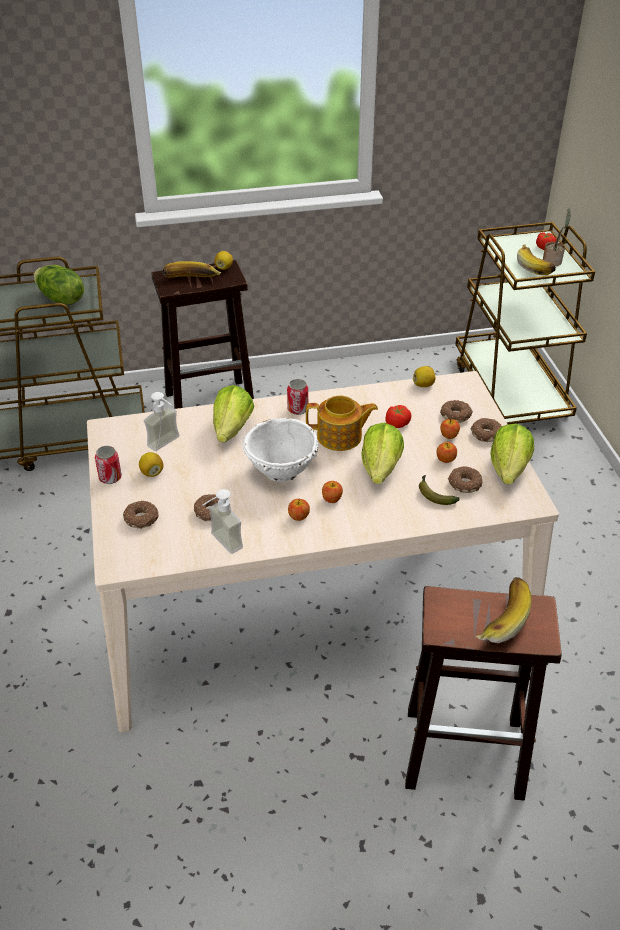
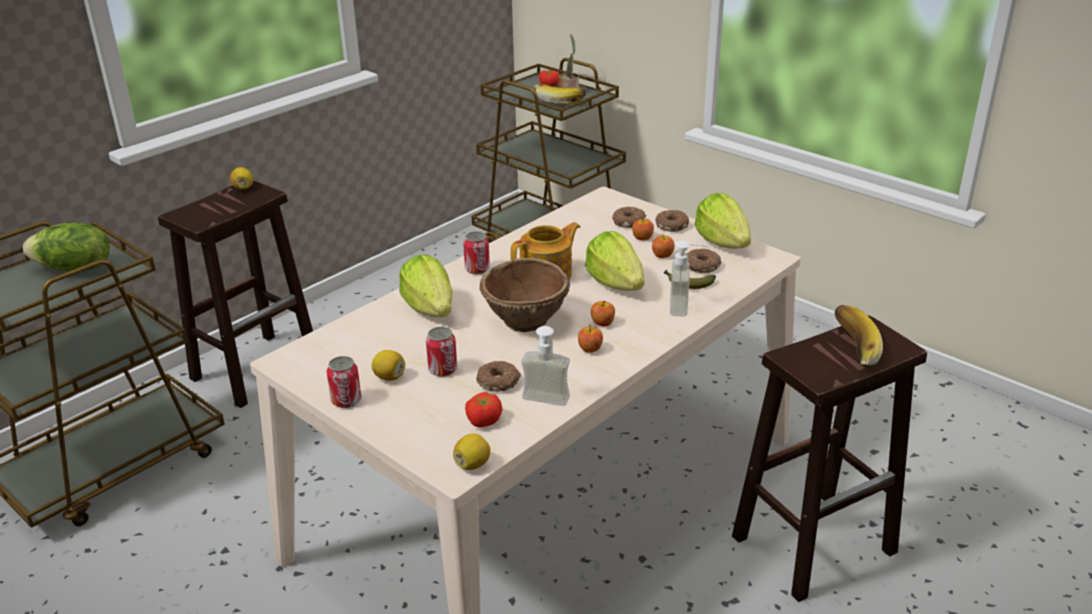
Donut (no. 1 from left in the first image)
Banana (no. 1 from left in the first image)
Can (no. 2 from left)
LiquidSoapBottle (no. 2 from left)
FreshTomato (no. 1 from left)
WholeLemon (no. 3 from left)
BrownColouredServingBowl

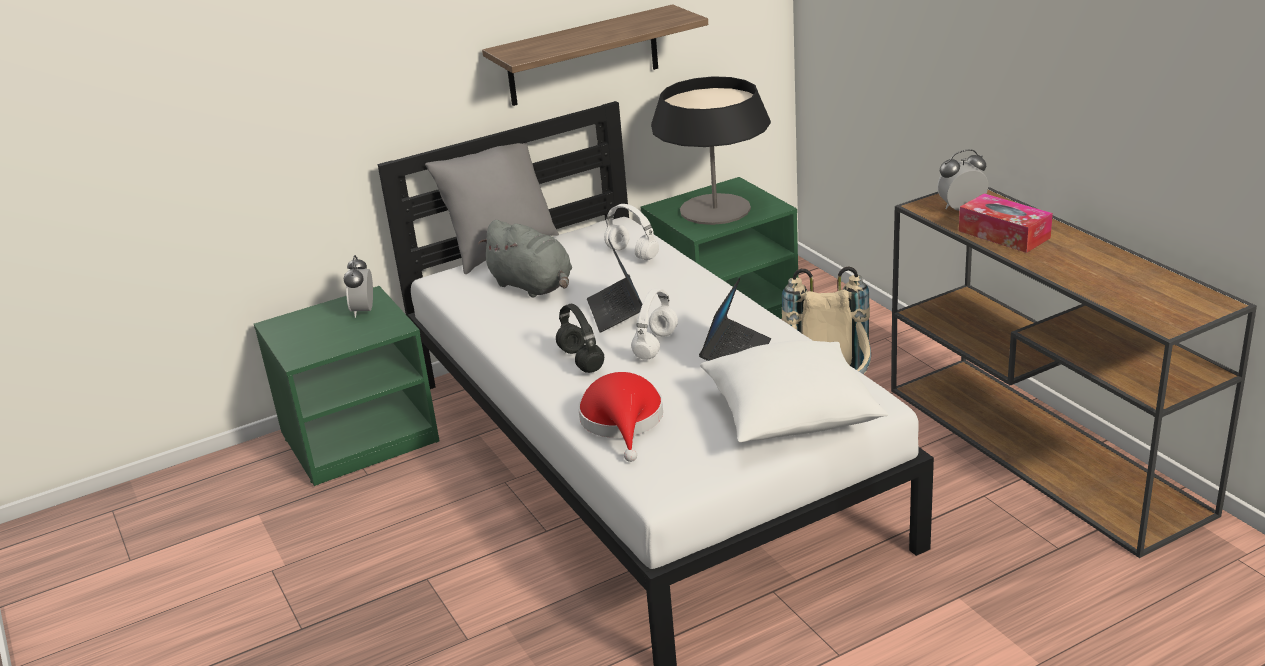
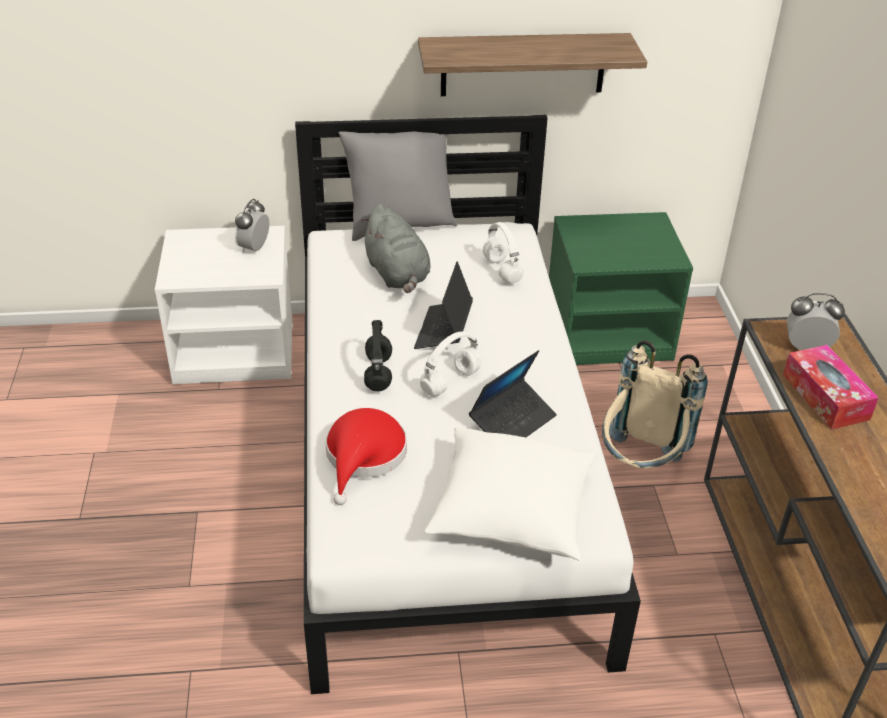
TabletopLamp
WhitishBedsideTable

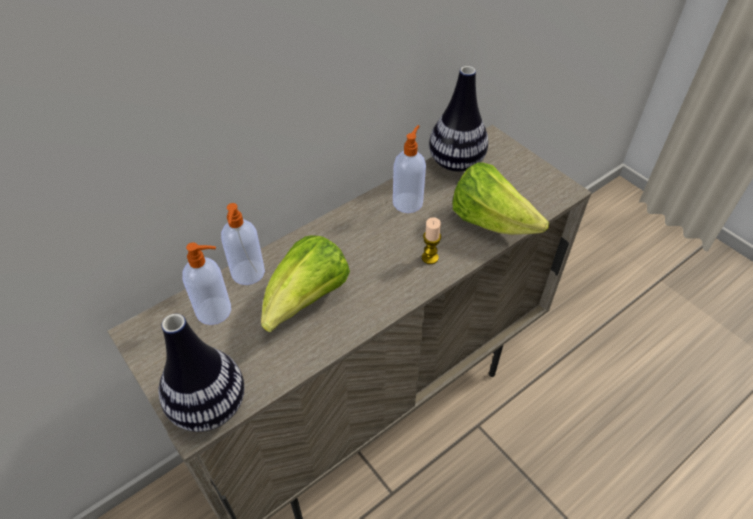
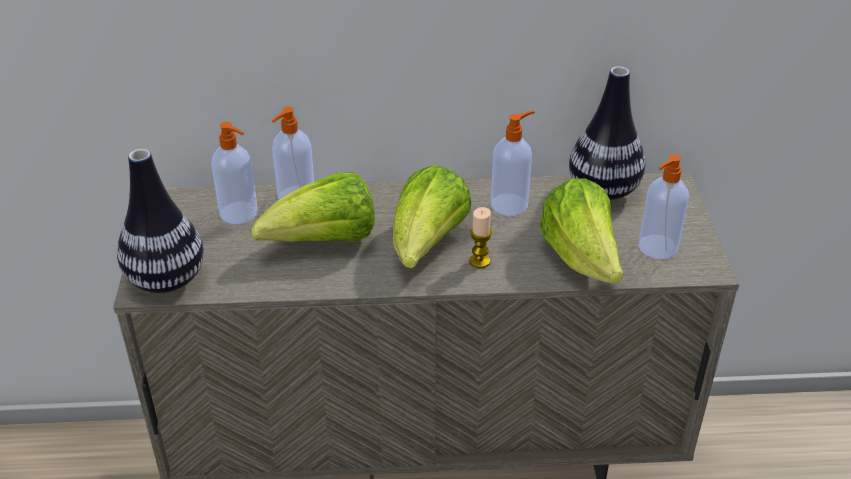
Lettuce (no. 2 from left)
LiquidSoapBottle (no. 4 from left)

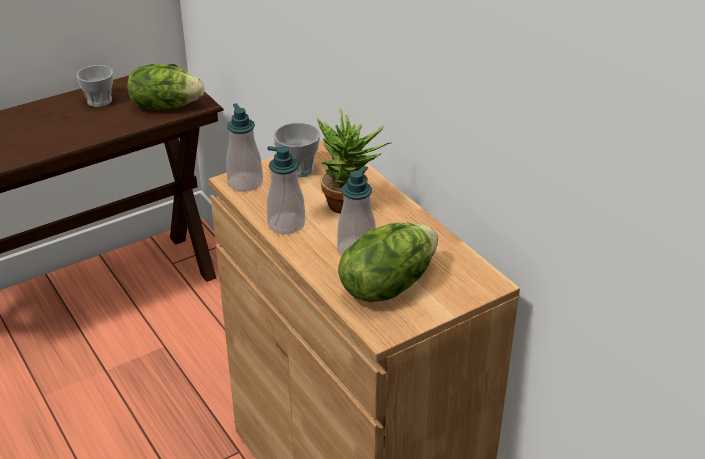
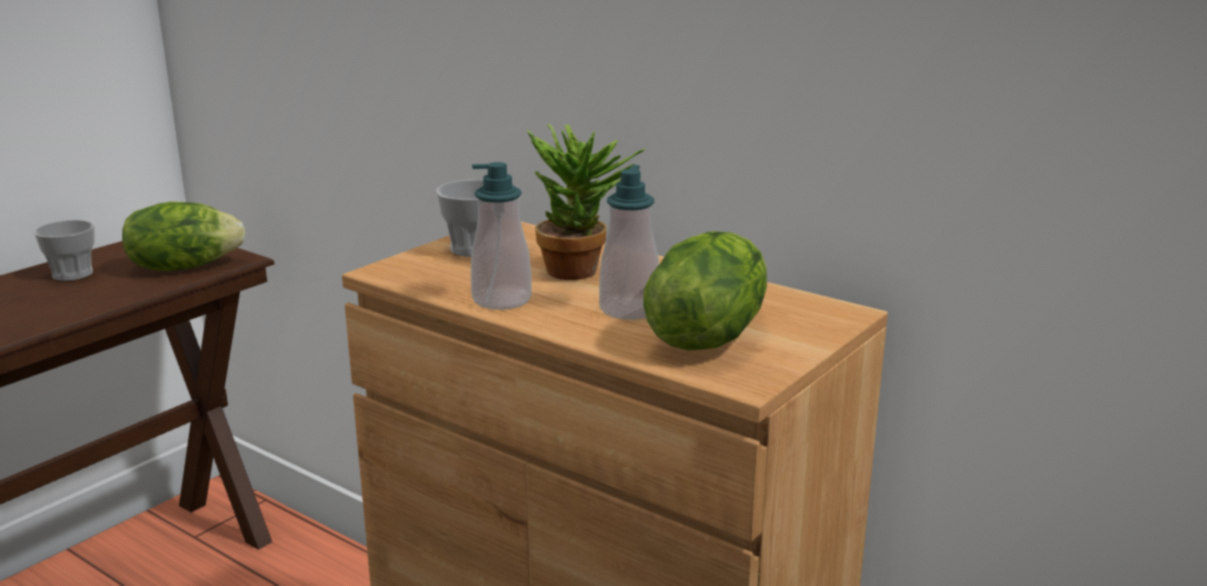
LiquidSoapBottle (no. 1 from left in the first image)

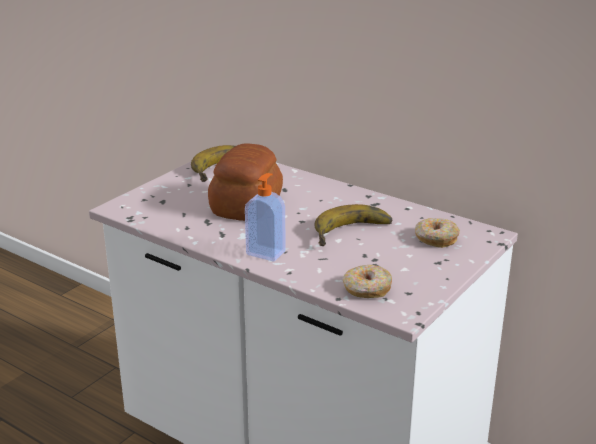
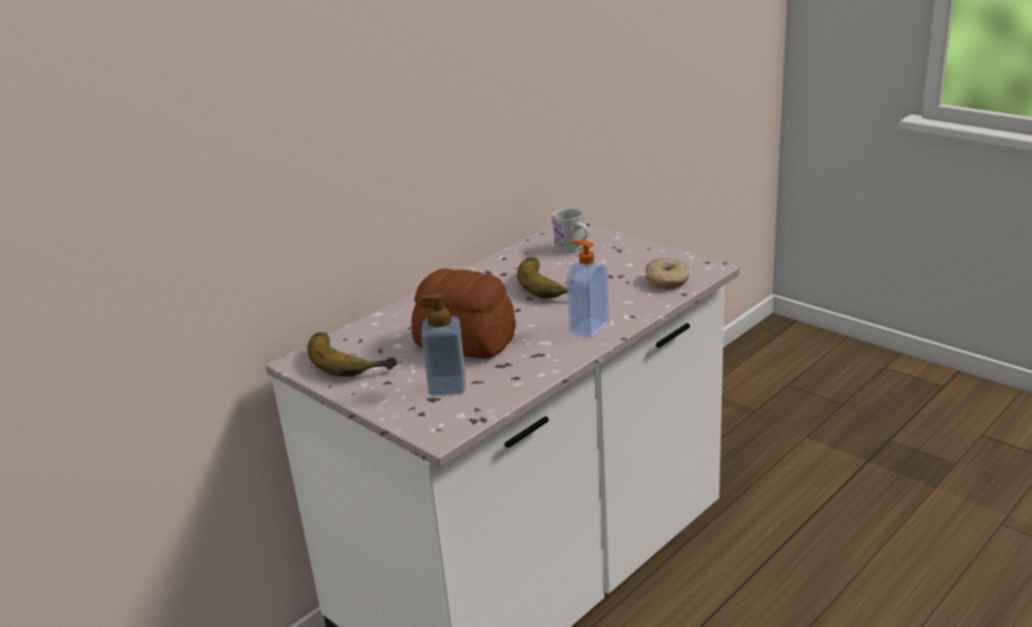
LiquidSoapBottle (no. 1 from left)
WhitishMug

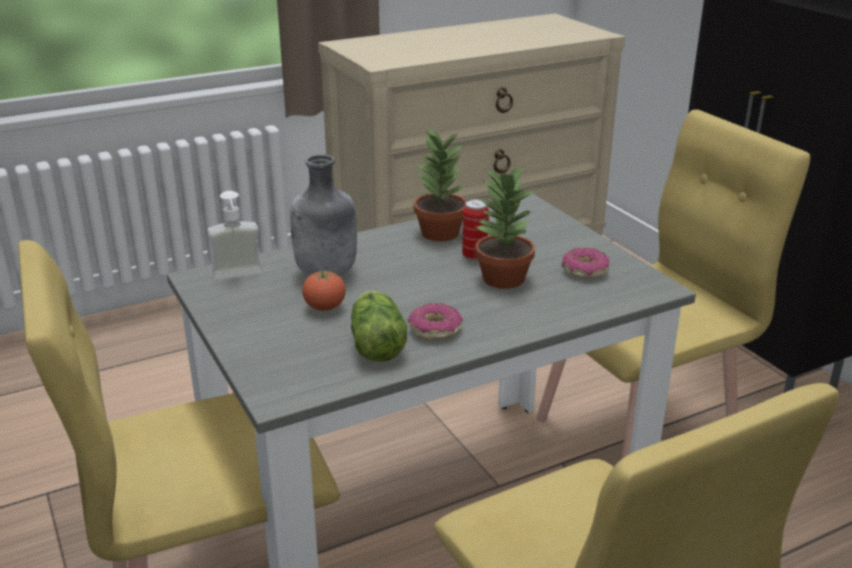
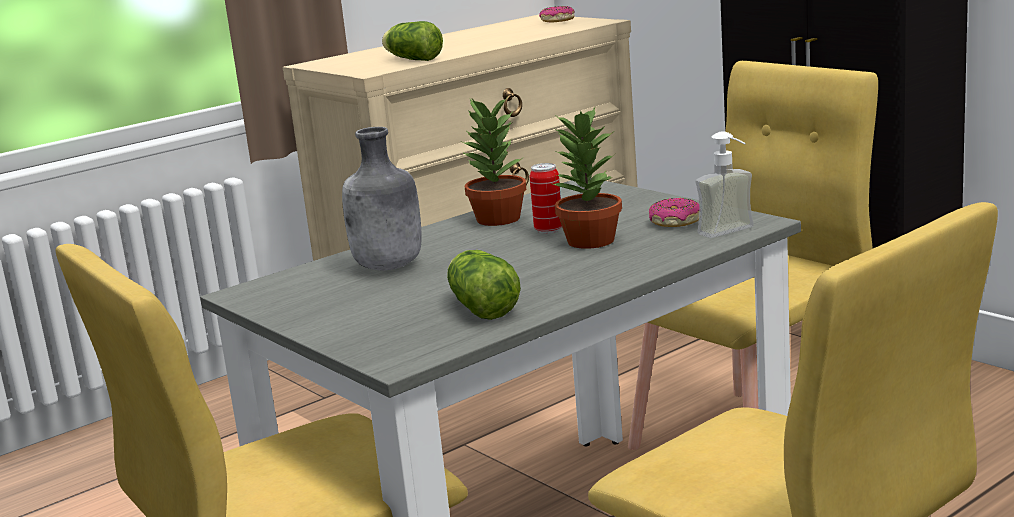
FreshTomato
Lettuce (no. 1 from left)
LiquidSoapBottle
Donut (no. 1 from left)

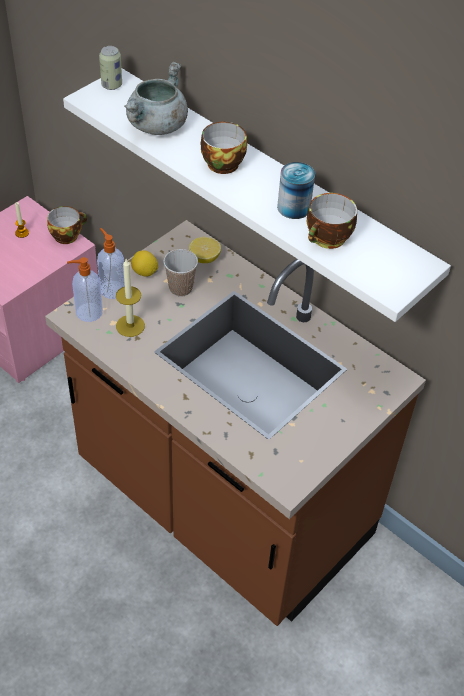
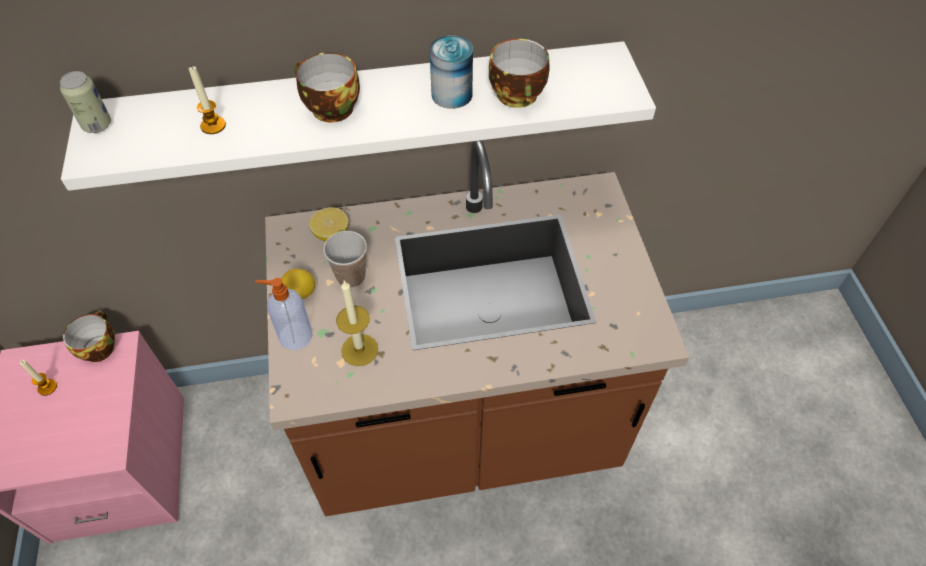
LiquidSoapBottle (no. 1 from left in the first image)
WaxLight (no. 2 from left)

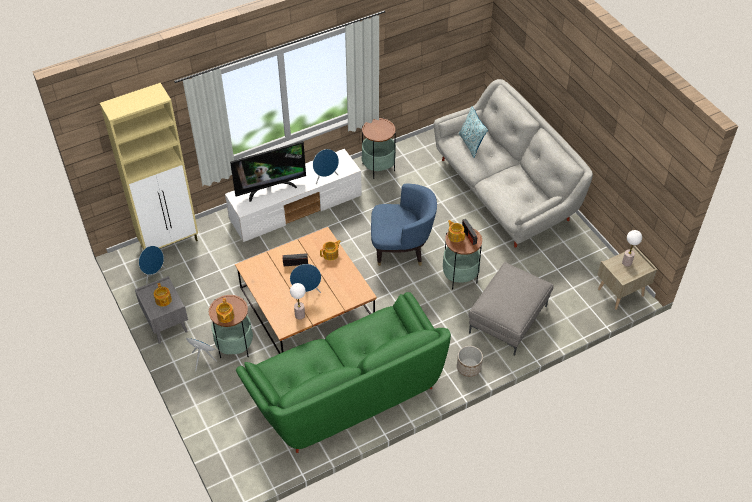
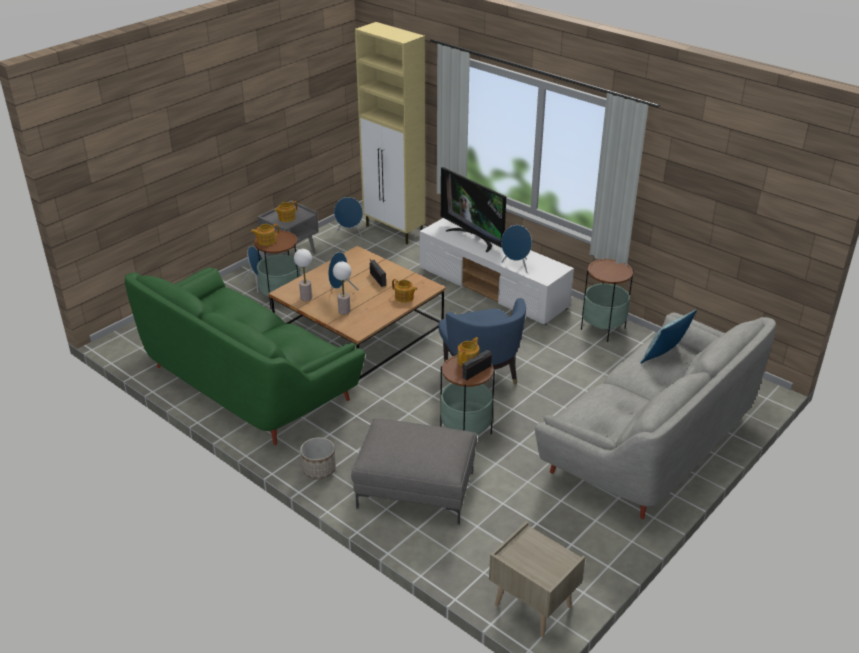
TabletopLamp (no. 2 from left)

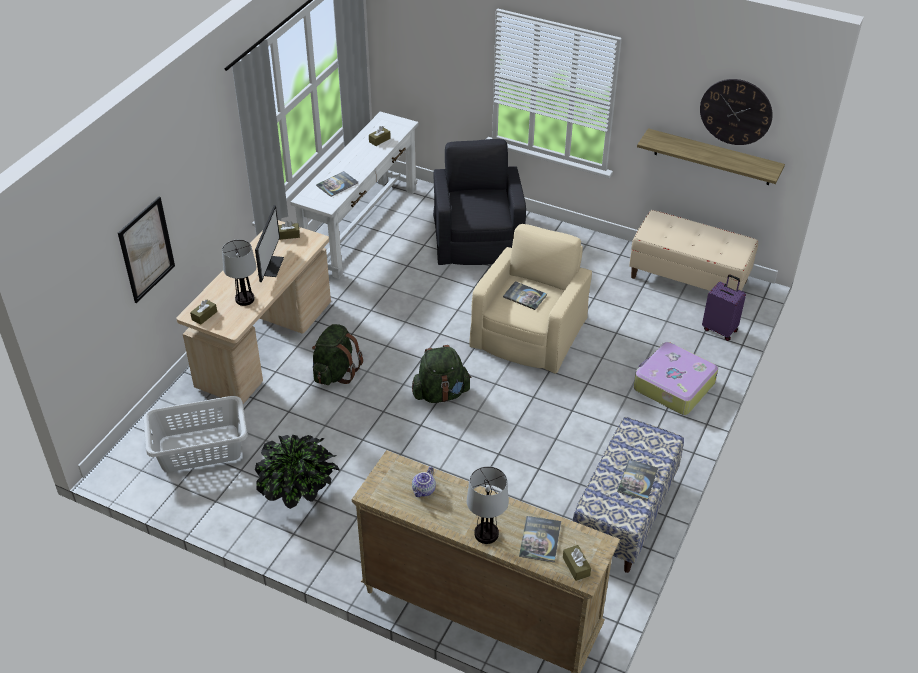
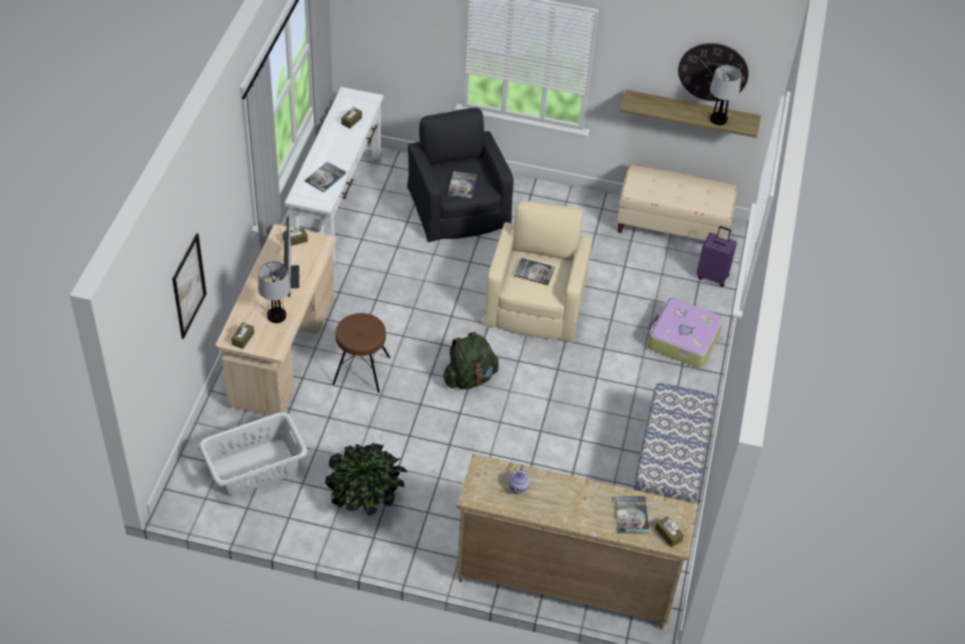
TabletopLamp (no. 2 from left)
Book (no. 2 from left)
BrownColouredSittingStool

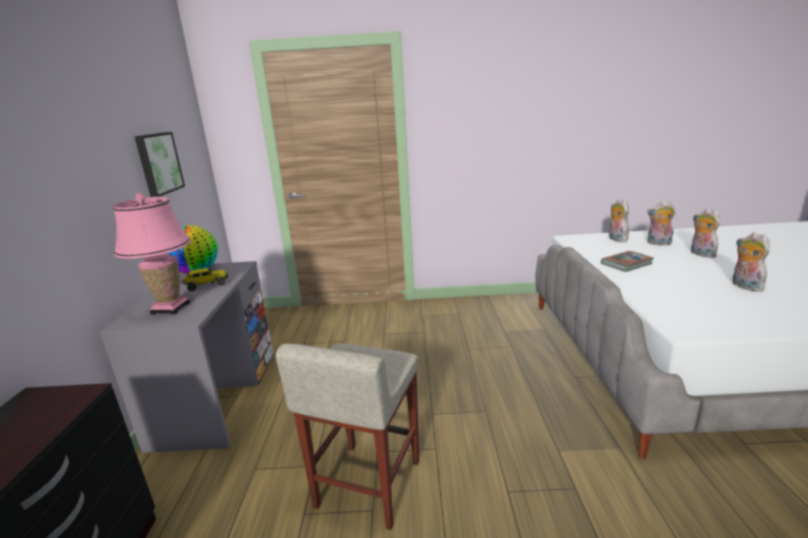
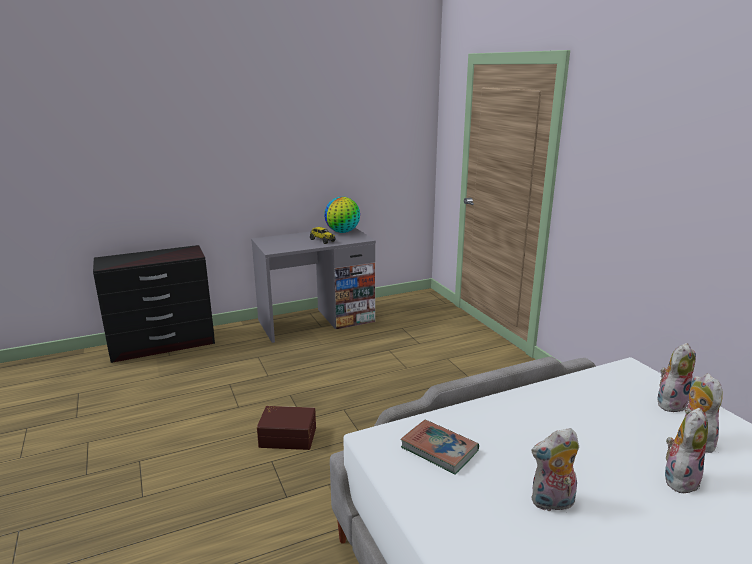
PinkTabletopLamp
WallArt
SandColouredSittingStool
BrownColouredStorageContainer
Book
CuddlyToy (no. 1 from left)

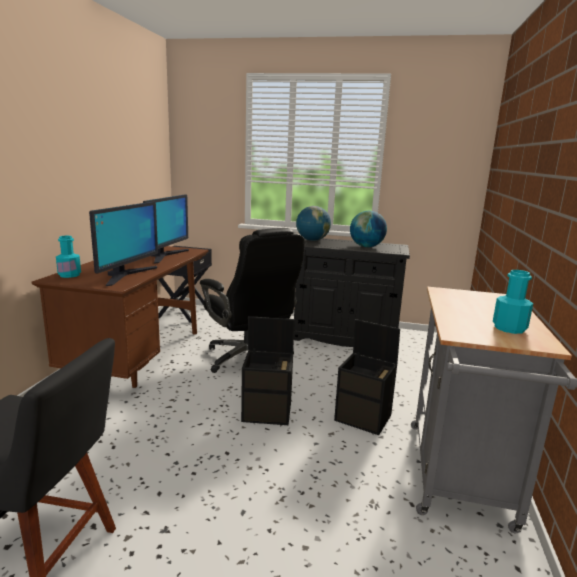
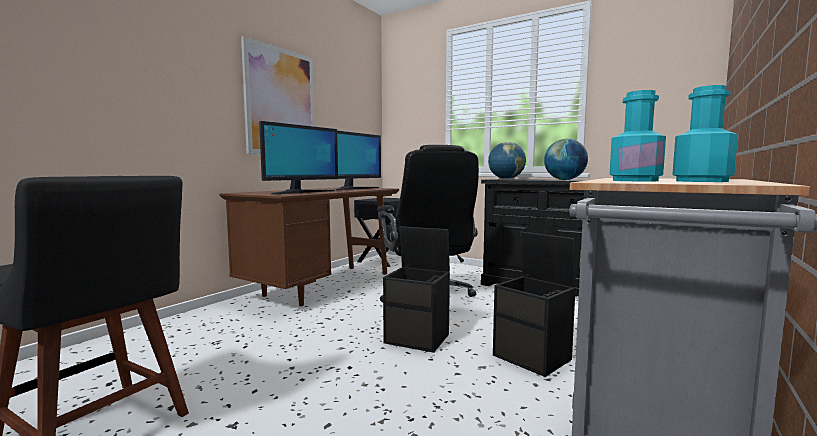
WallArt
TurquoiseDrinkBottle (no. 1 from left)

